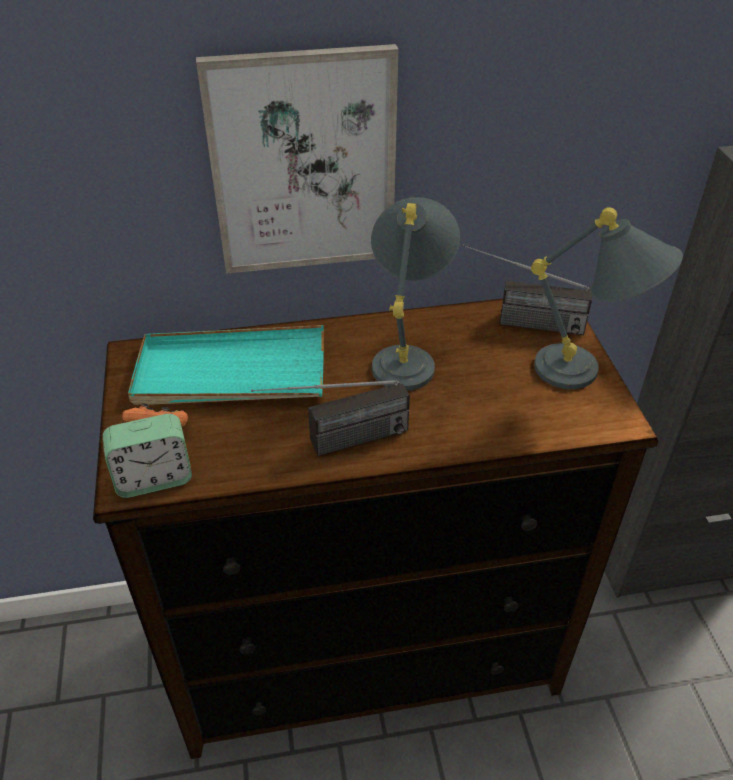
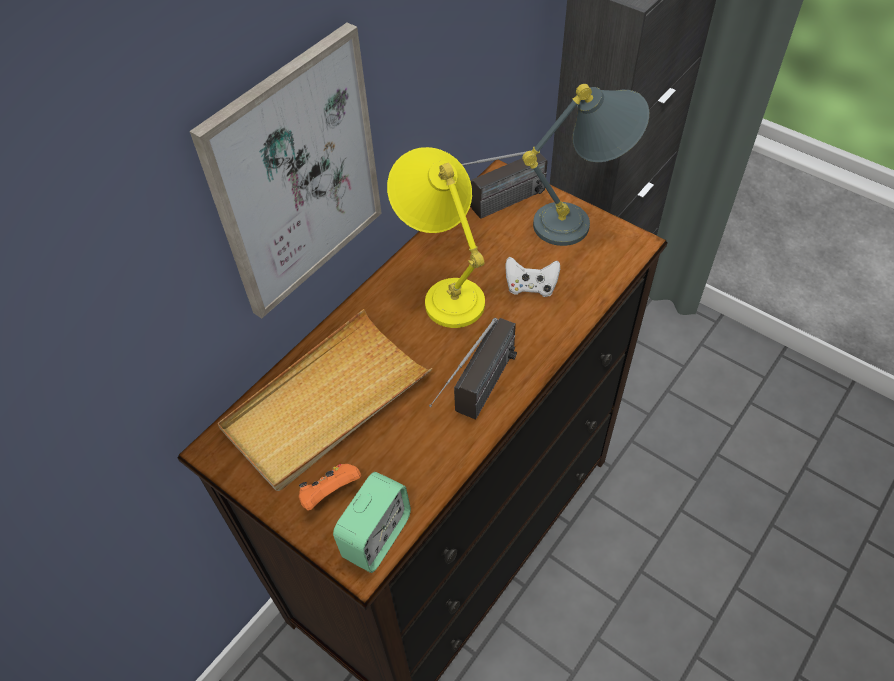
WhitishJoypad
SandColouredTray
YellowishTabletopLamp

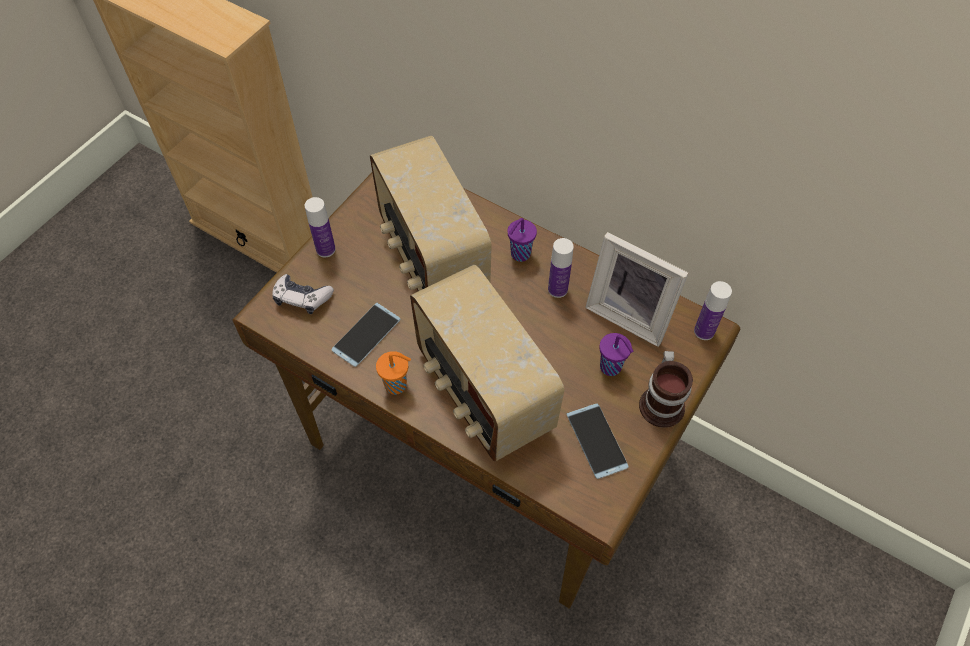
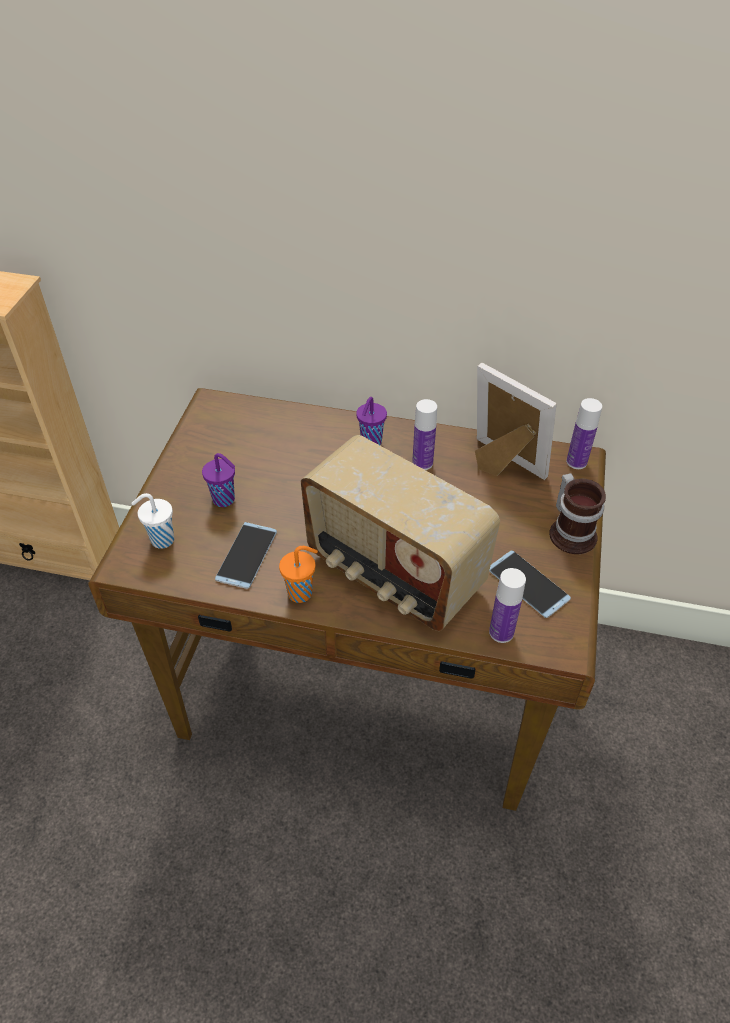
RadioSet (no. 1 from left in the first image)
DrinkBottle (no. 2 from left)
PurpleColouredDrinkingCup (no. 1 from left)
WhitishDrinkingCup
StandingFrame

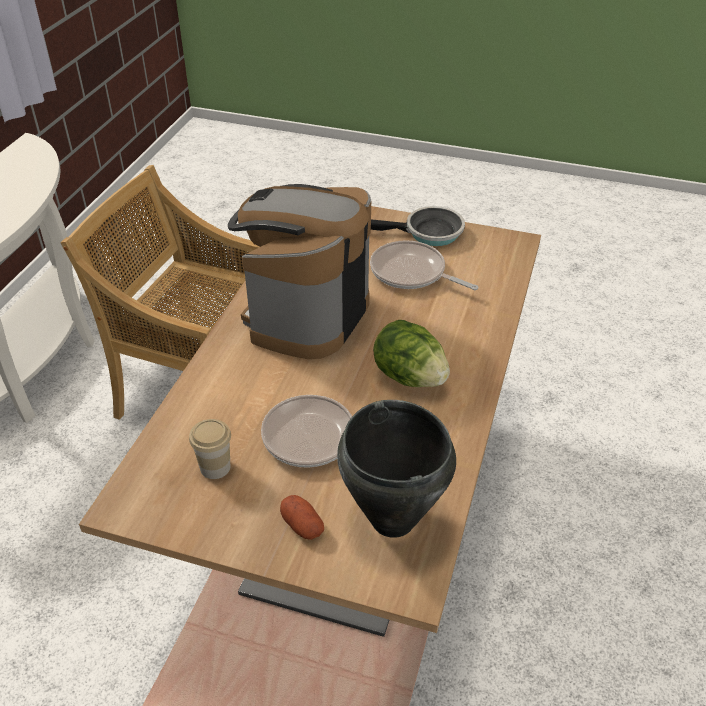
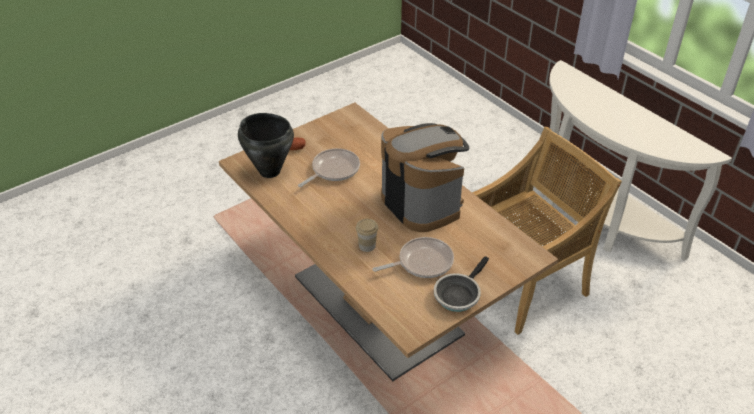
Lettuce
DrinkingCup

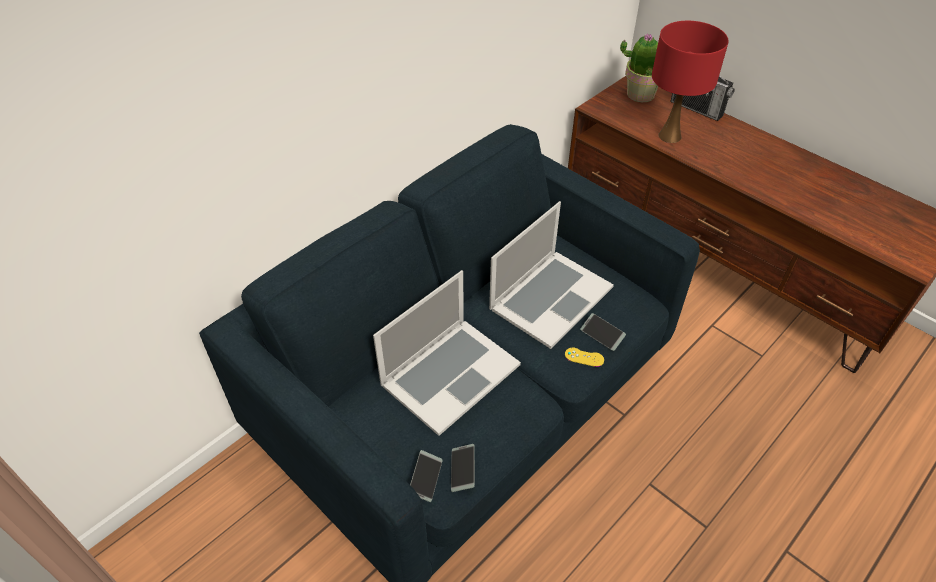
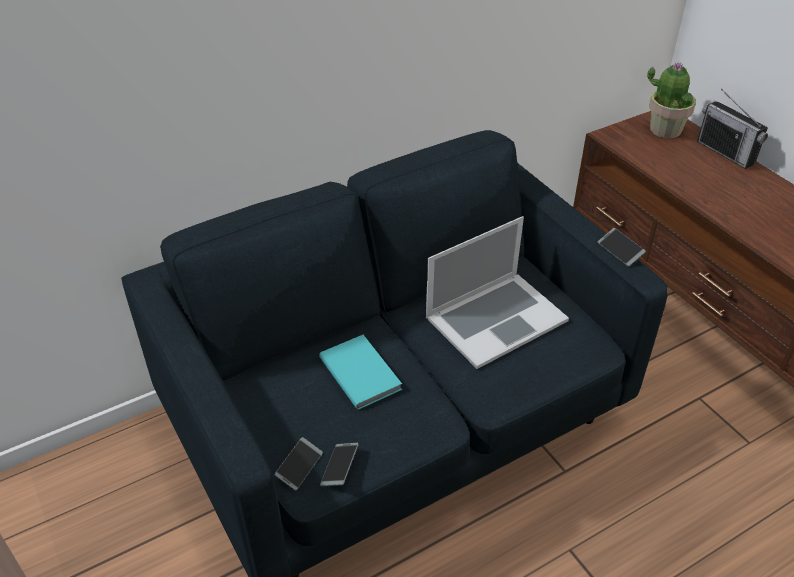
YellowishJoypad
RedTabletopLamp
Telephone (no. 3 from left)
TurquoiseBook

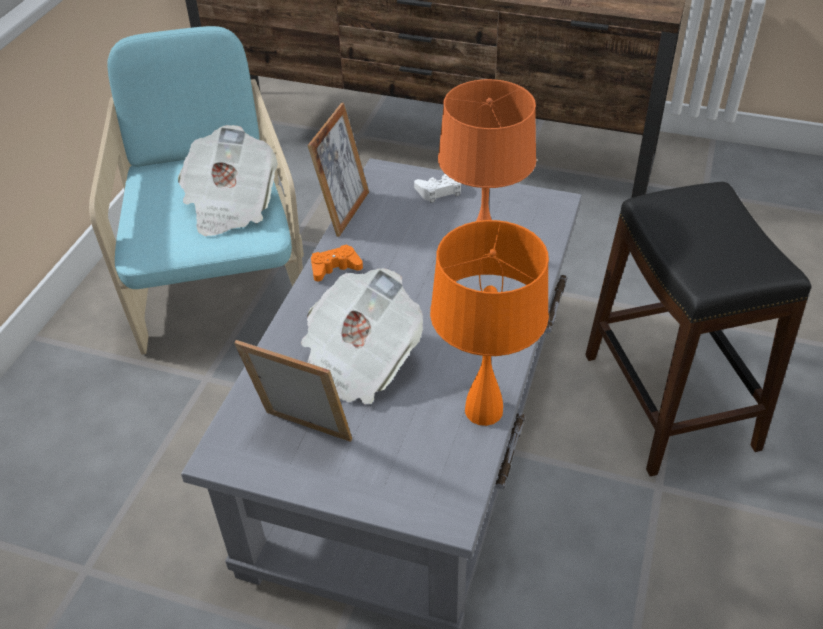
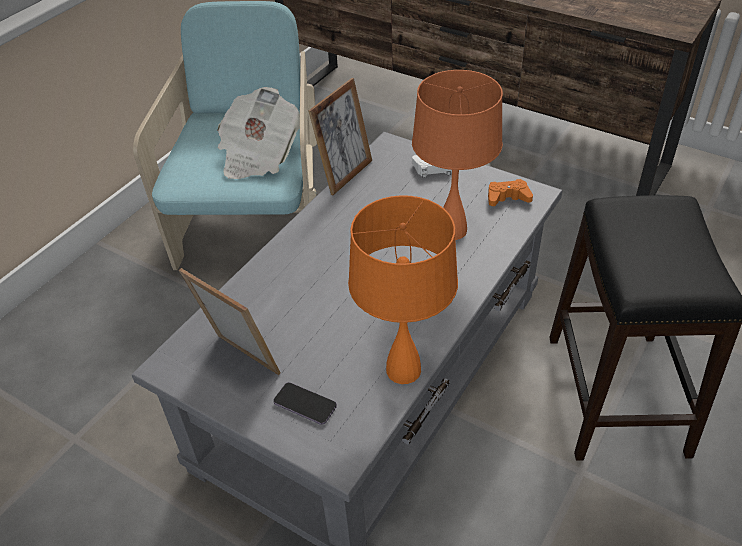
Newspaper (no. 2 from left in the first image)
Telephone
OrangeJoypad

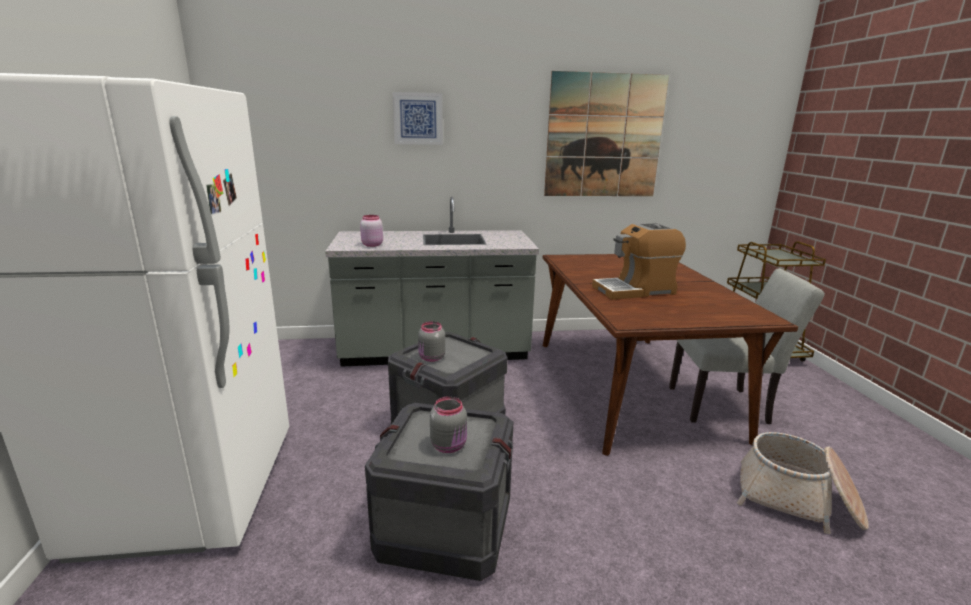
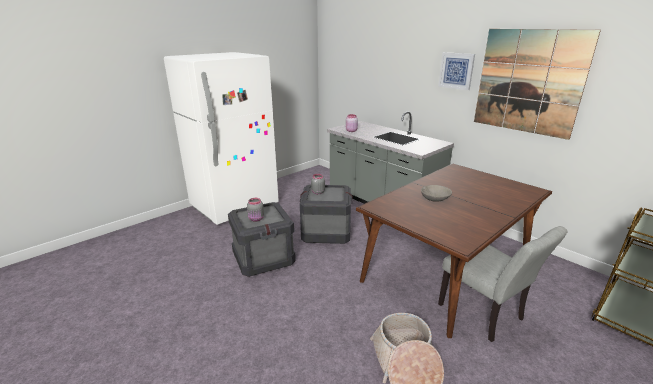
WallArt (no. 1 from left)
GrayServingBowl

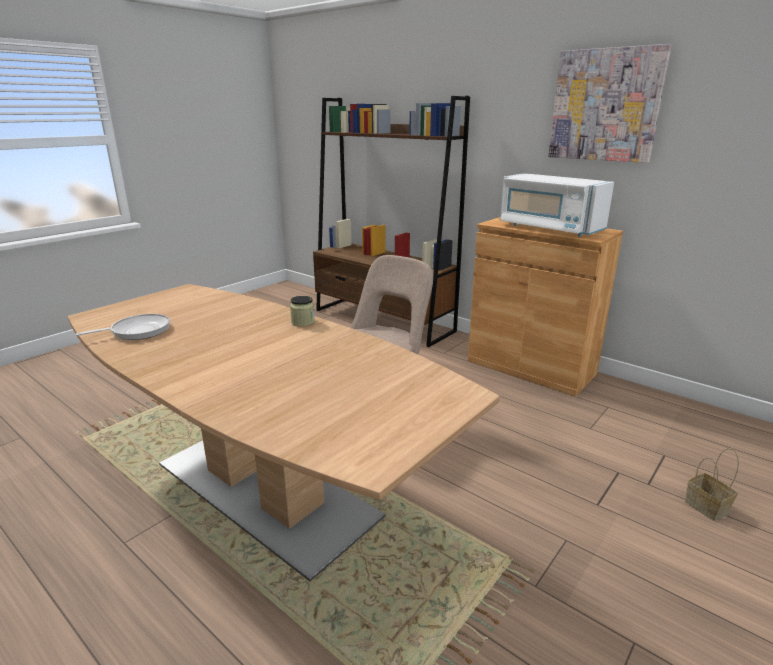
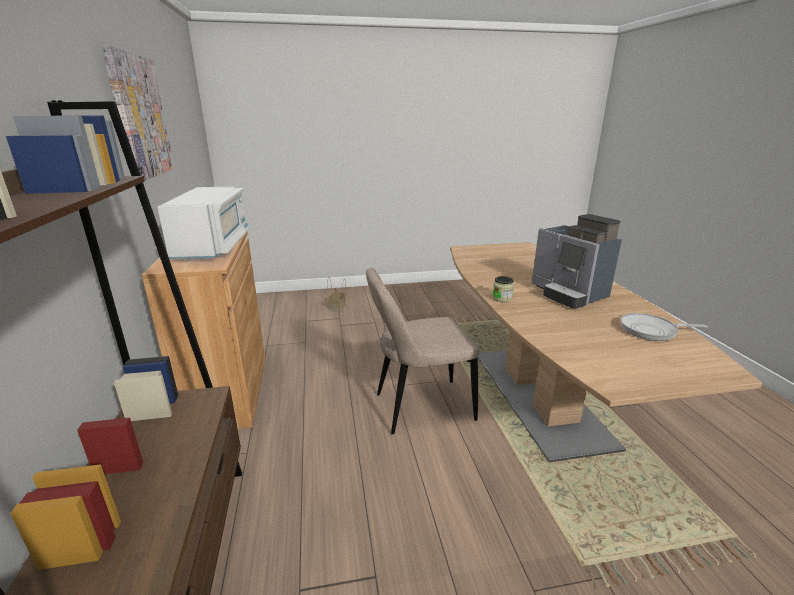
CoffeeBrewer

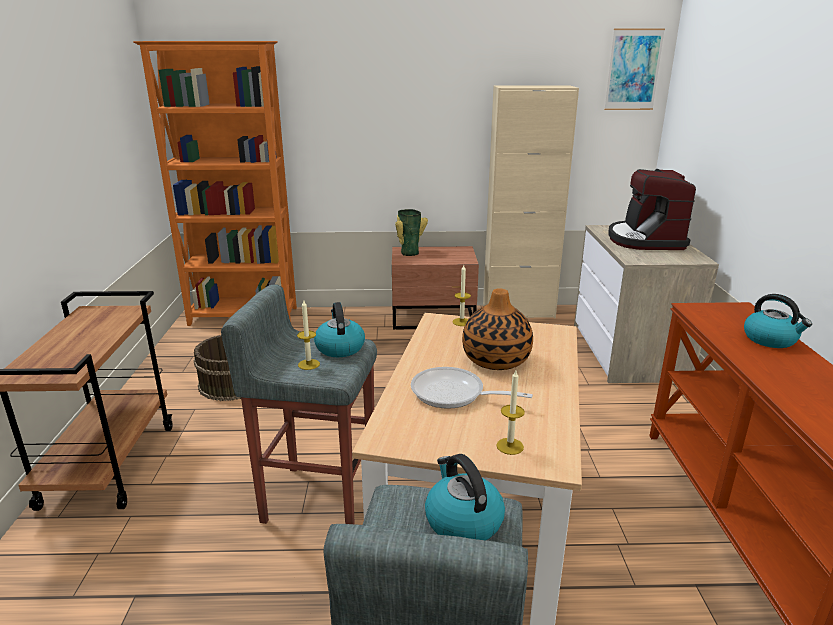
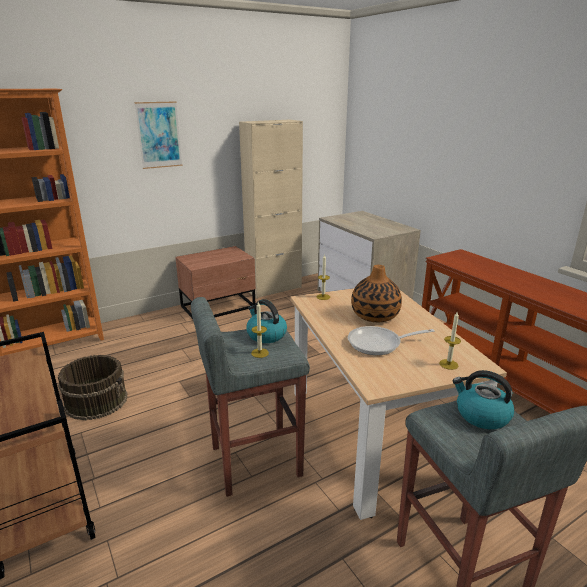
FlowerVase (no. 1 from left in the first image)
CoffeeBrewer
Kettle (no. 3 from left in the first image)
WallArt

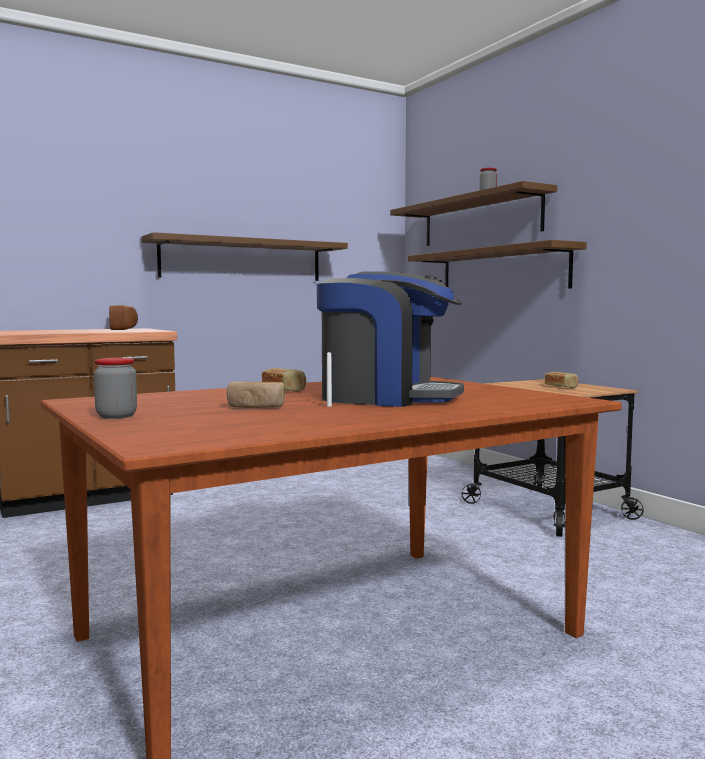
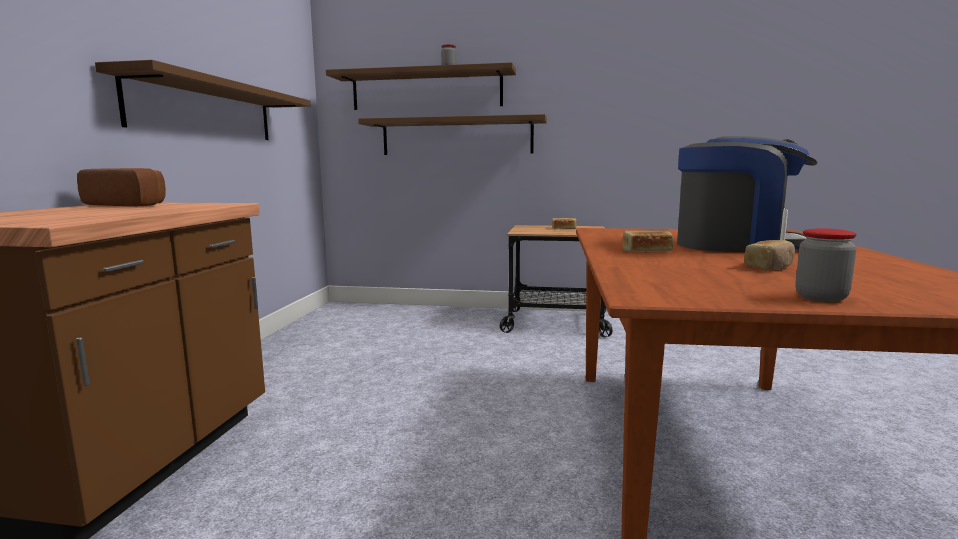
CoffeeBrewer

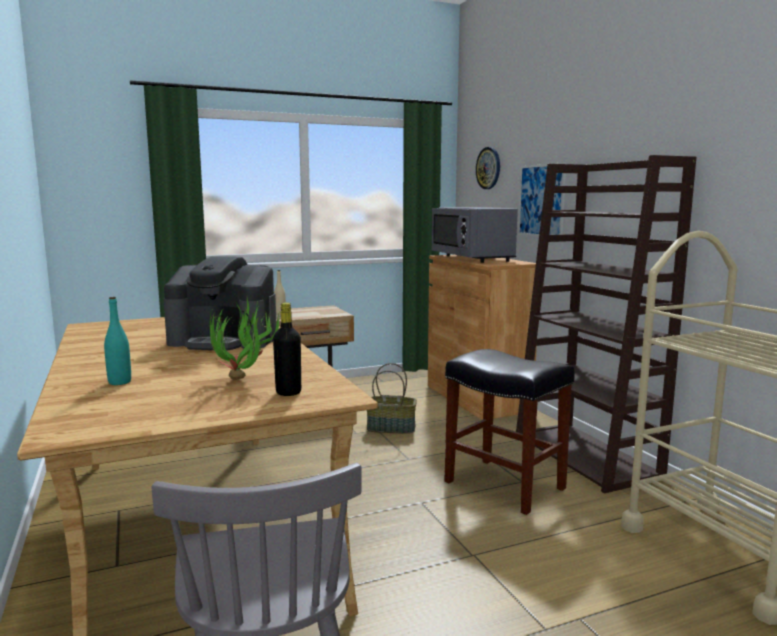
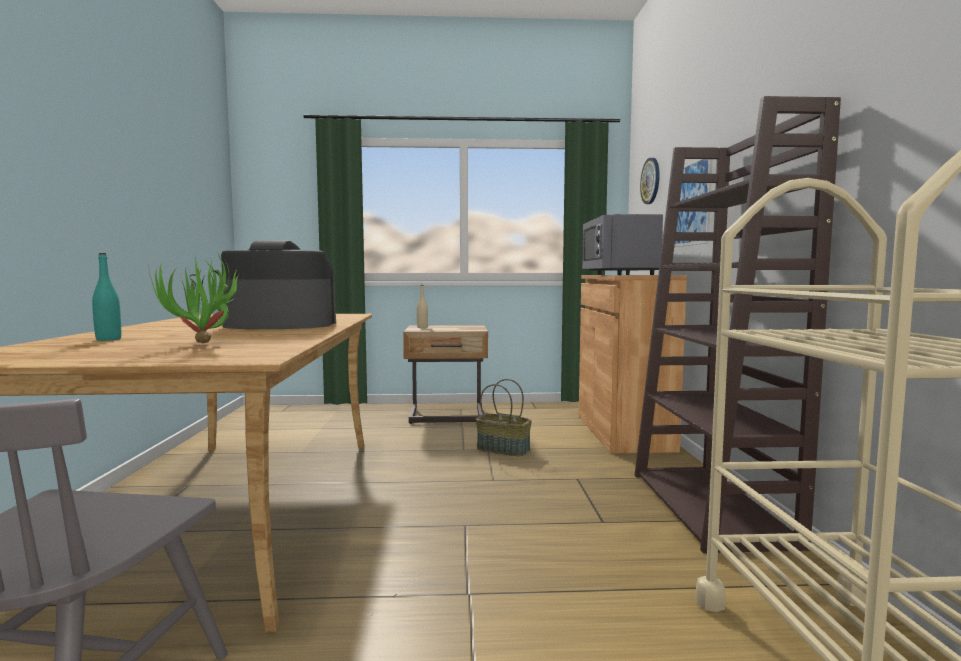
BlackishDrinkBottle
BlackishSittingStool
CoffeeBrewer

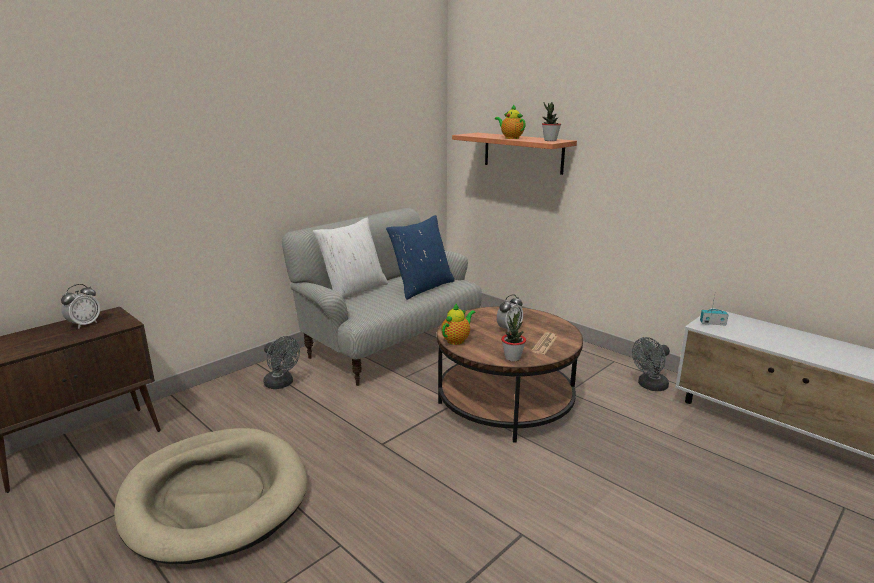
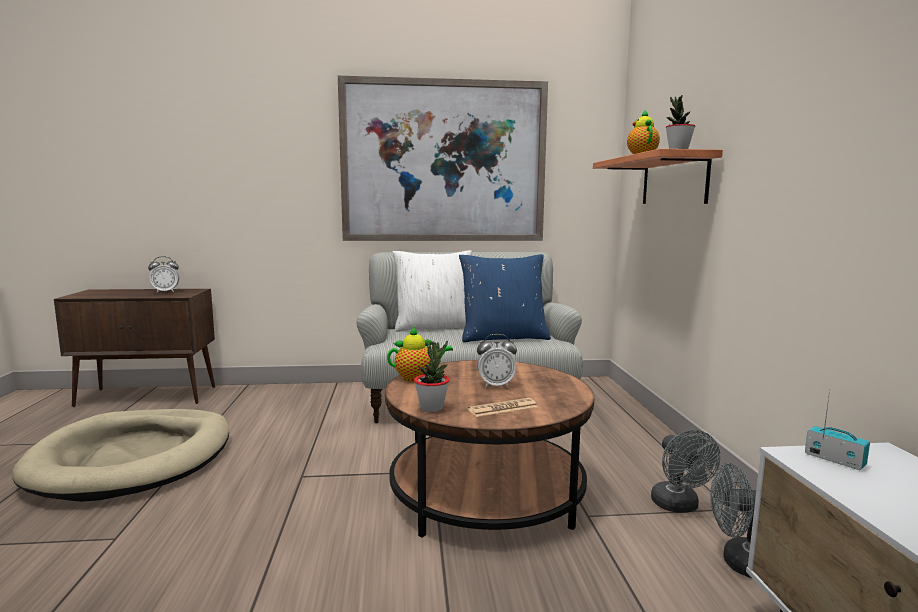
WallArt
GrayCoolingFan (no. 1 from left)

